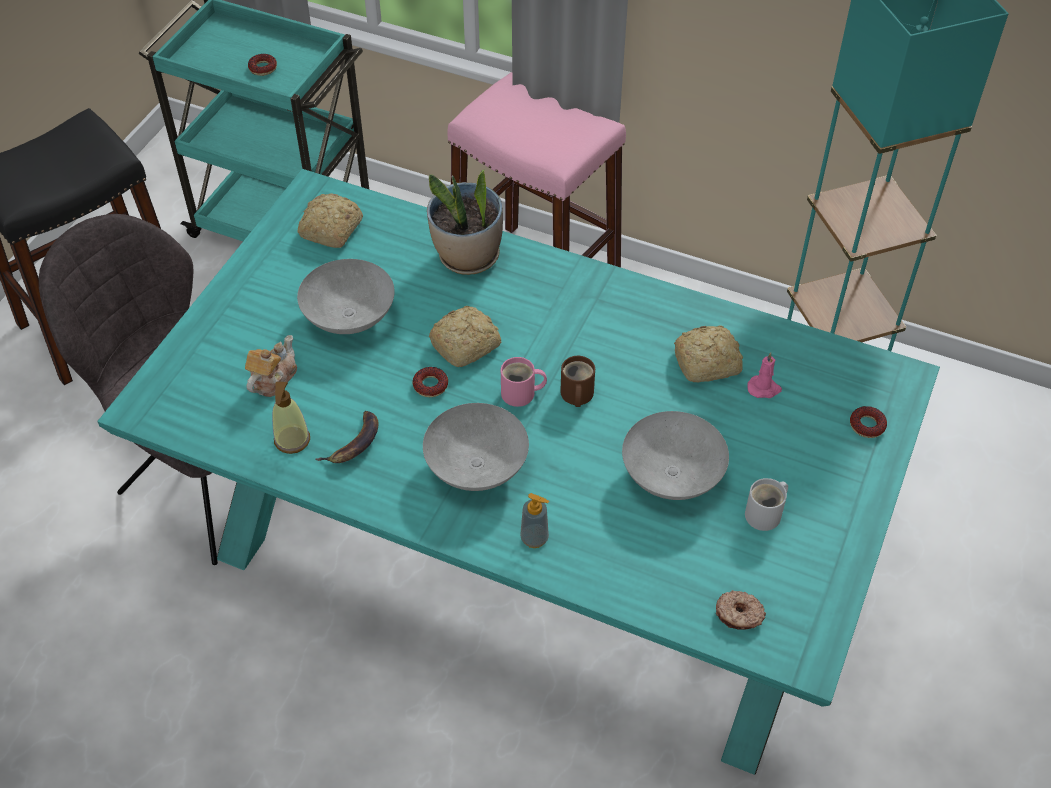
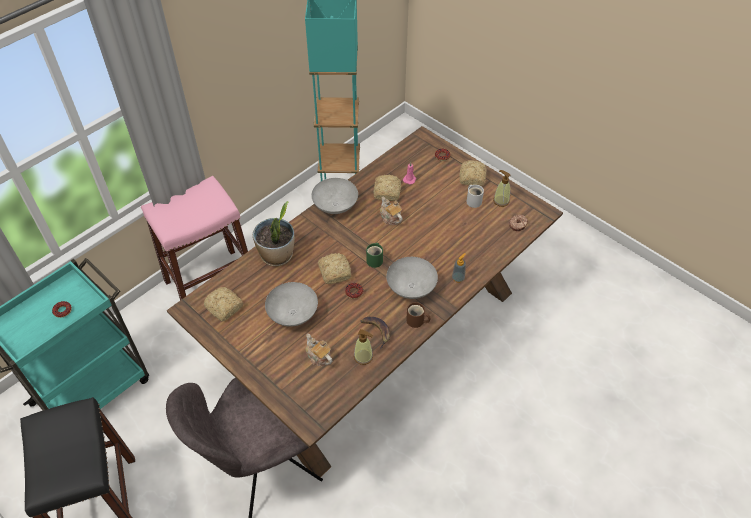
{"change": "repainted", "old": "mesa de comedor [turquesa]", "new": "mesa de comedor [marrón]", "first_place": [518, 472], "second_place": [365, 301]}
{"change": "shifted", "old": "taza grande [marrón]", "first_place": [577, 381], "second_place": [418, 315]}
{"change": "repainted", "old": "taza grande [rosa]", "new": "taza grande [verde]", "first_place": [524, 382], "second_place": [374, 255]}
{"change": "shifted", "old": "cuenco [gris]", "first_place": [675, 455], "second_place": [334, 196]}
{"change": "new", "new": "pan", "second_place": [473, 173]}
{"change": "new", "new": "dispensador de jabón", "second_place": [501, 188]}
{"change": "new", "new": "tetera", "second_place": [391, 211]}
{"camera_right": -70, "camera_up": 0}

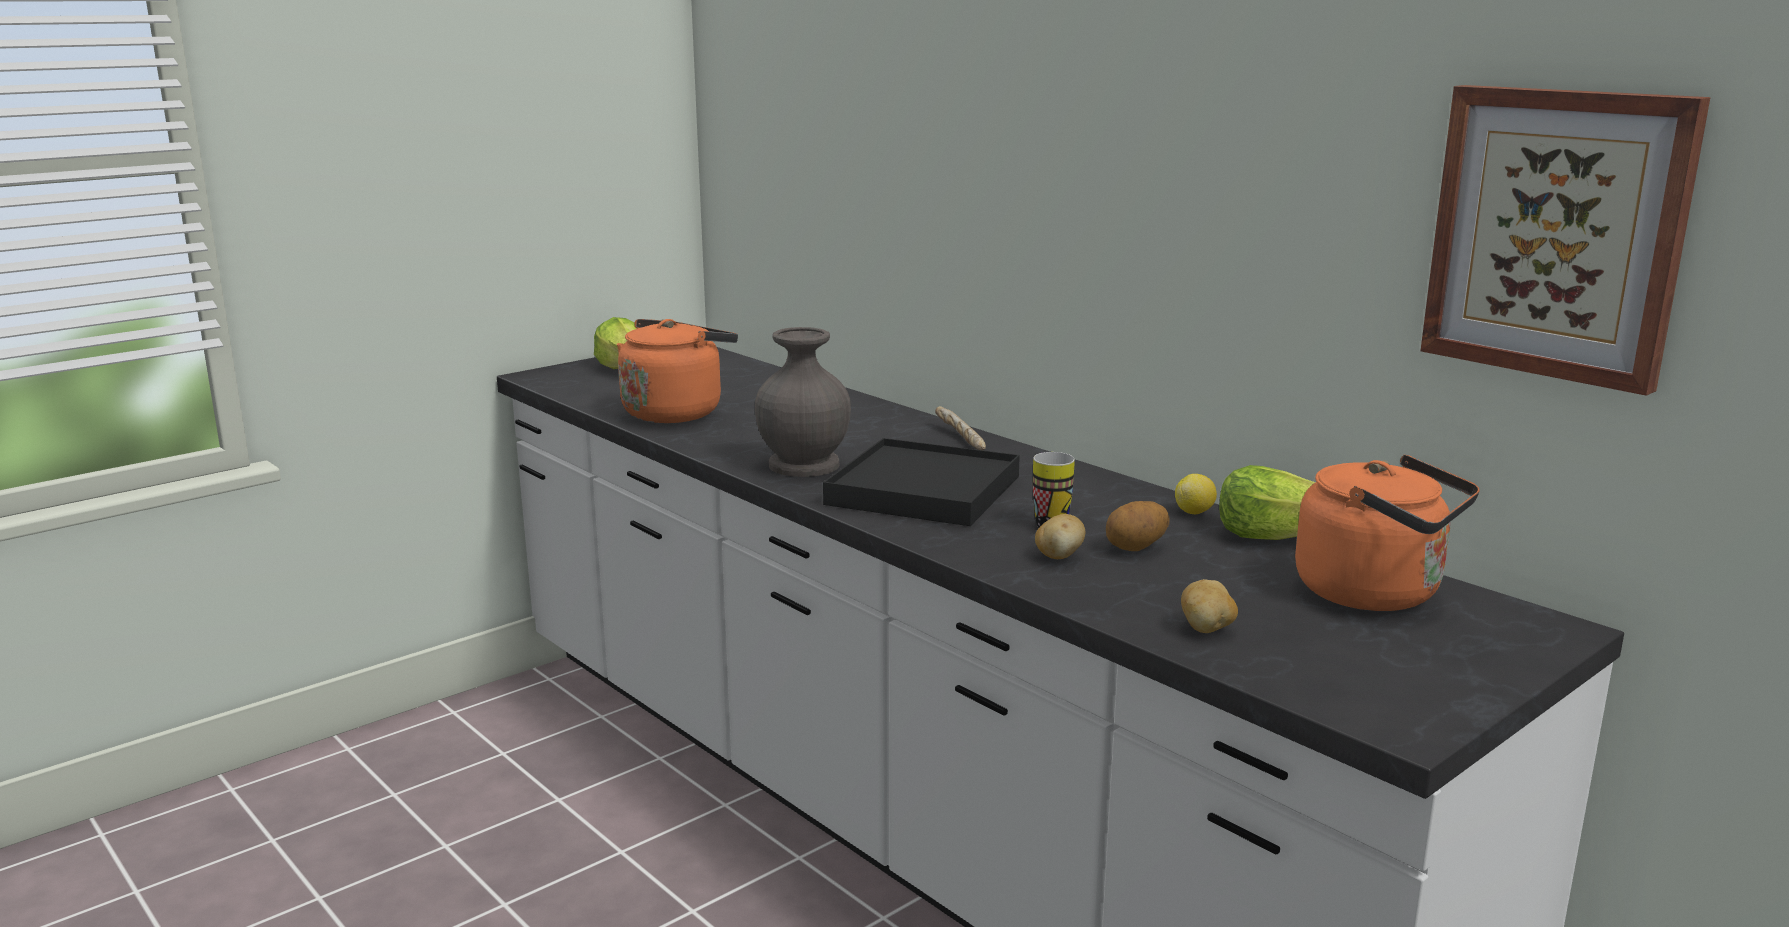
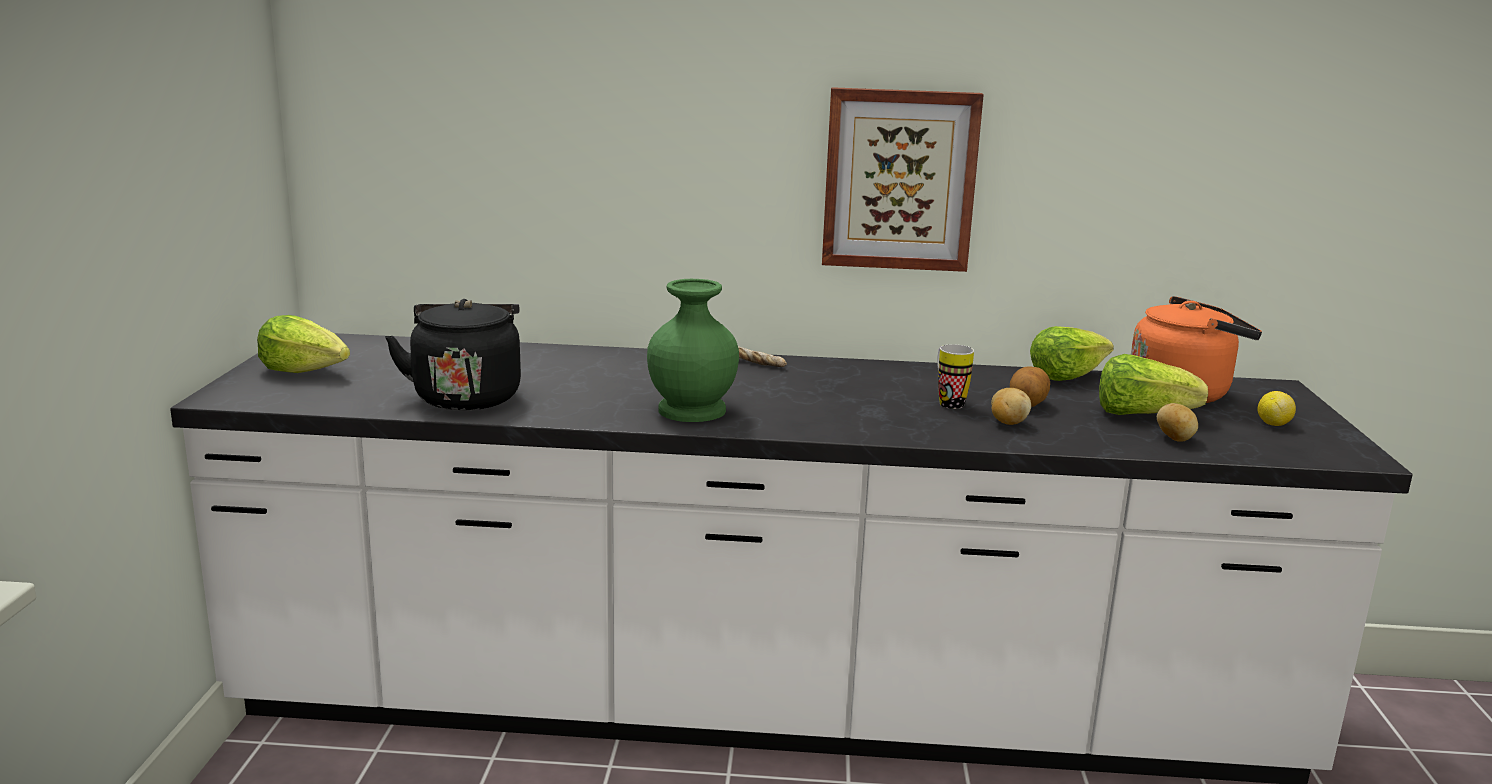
{"change": "shifted", "old": "cuadro", "first_place": [1565, 240], "second_place": [903, 179]}
{"change": "repainted", "old": "hervidor [naranja]", "new": "hervidor [negro]", "first_place": [677, 371], "second_place": [453, 354]}
{"change": "repainted", "old": "florero [gris]", "new": "florero [verde]", "first_place": [803, 402], "second_place": [693, 350]}
{"change": "gone", "old": "bandeja [negro]", "first_place": [921, 482]}
{"change": "shifted", "old": "limón", "first_place": [1196, 494], "second_place": [1276, 408]}
{"change": "new", "new": "lechuga", "second_place": [1153, 384]}
{"camera_right": -45, "camera_up": 0}

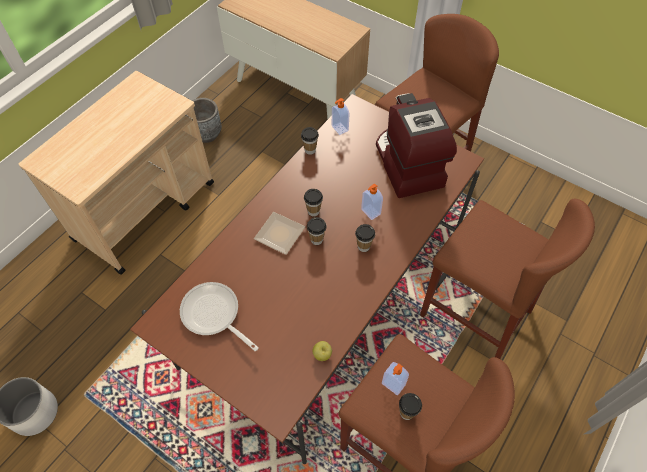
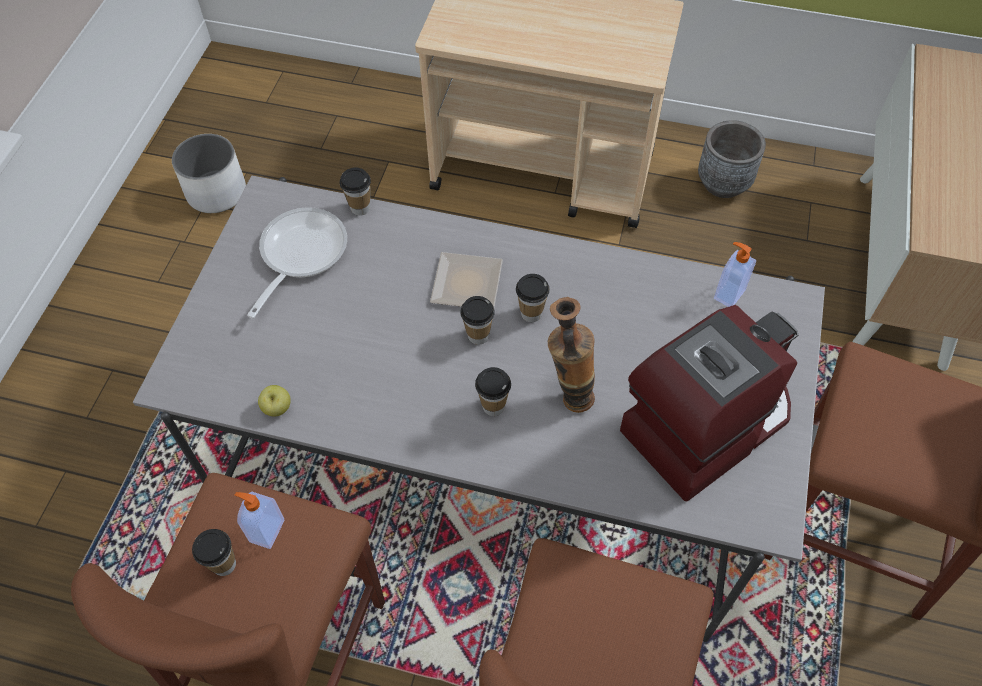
{"change": "repainted", "old": "mesa de comedor [marrón]", "new": "mesa de comedor [gris]", "first_place": [307, 279], "second_place": [479, 408]}
{"change": "shifted", "old": "taza", "first_place": [310, 141], "second_place": [355, 192]}
{"change": "swapped", "old": "dispensador de jabón", "new": "florero", "first_place": [372, 201], "second_place": [571, 355]}
{"camera_right": 70, "camera_up": 0}

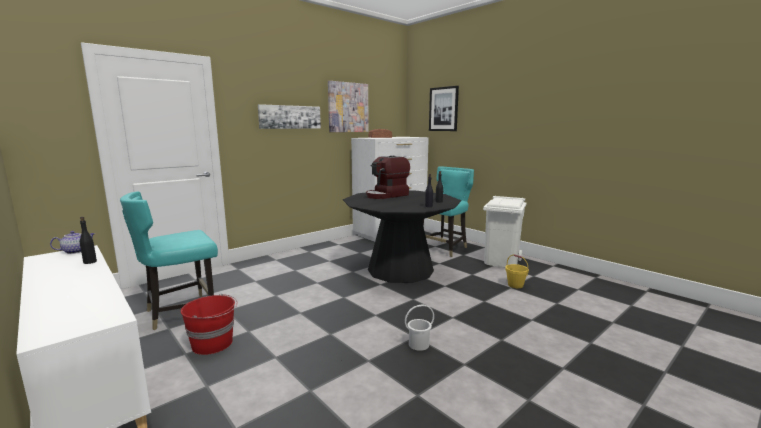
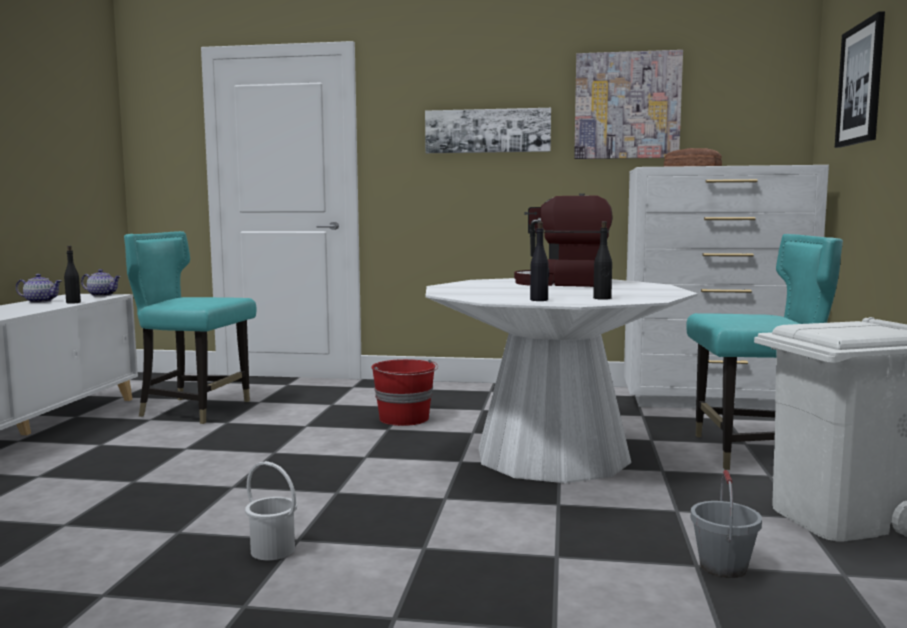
{"change": "repainted", "old": "mesa de comedor [negro]", "new": "mesa de comedor [blanco]", "first_place": [402, 237], "second_place": [562, 380]}
{"change": "repainted", "old": "cubo [amarillo]", "new": "cubo [gris]", "first_place": [517, 271], "second_place": [726, 524]}
{"change": "shifted", "old": "cubo [rojo]", "first_place": [209, 324], "second_place": [404, 392]}
{"change": "new", "new": "tetera", "second_place": [39, 288]}
{"camera_right": 50, "camera_up": -5}

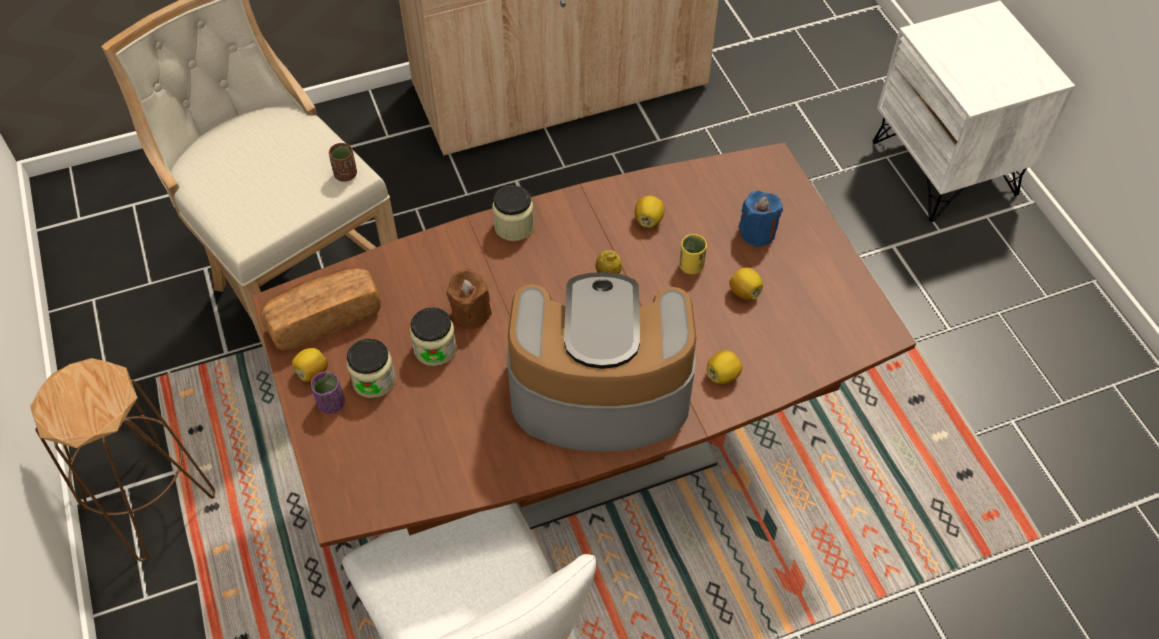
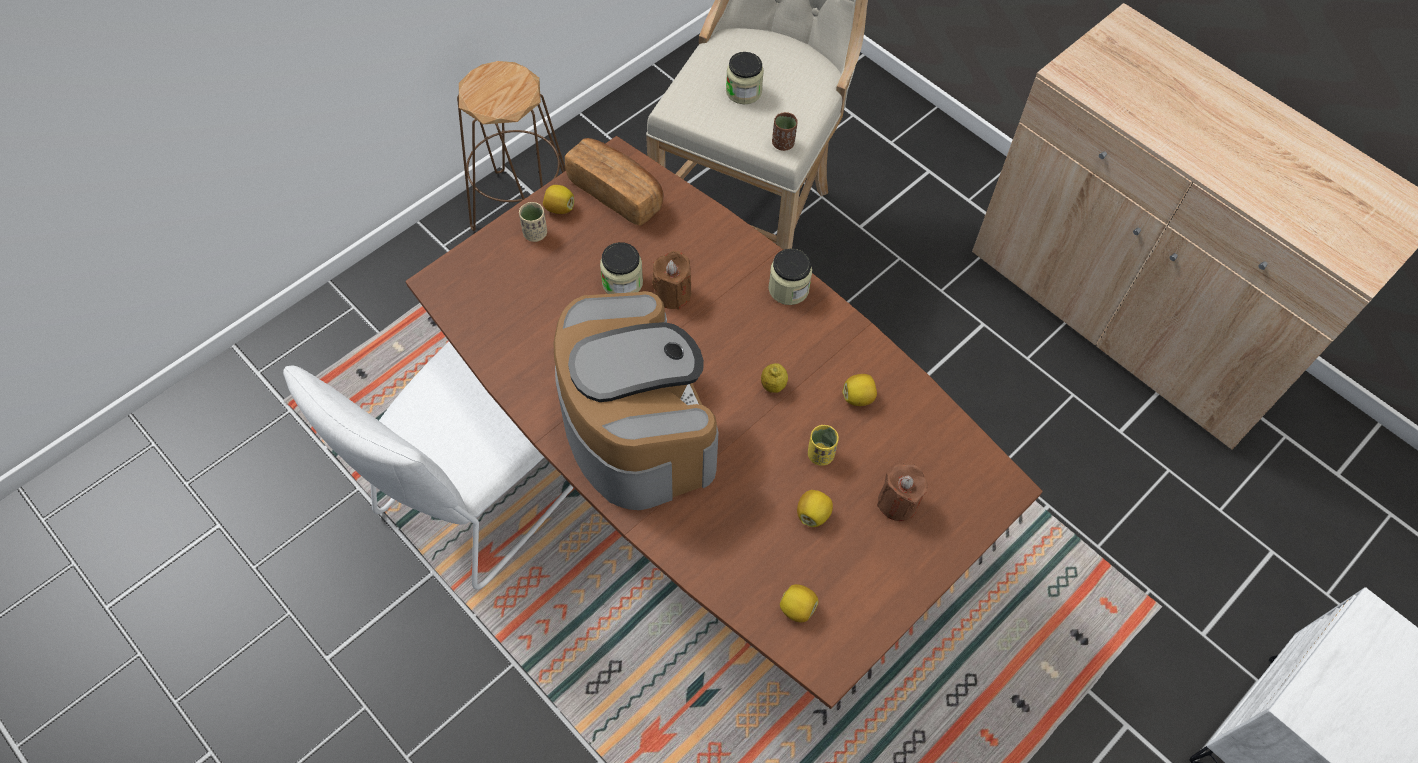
{"change": "repainted", "old": "vela [azul]", "new": "vela [marrón]", "first_place": [760, 219], "second_place": [902, 492]}
{"change": "shifted", "old": "tarro", "first_place": [371, 368], "second_place": [745, 78]}
{"change": "shifted", "old": "limón", "first_place": [724, 367], "second_place": [799, 603]}
{"change": "repainted", "old": "taza [morado]", "new": "taza [beis]", "first_place": [328, 392], "second_place": [533, 222]}
{"camera_right": 65, "camera_up": 5}

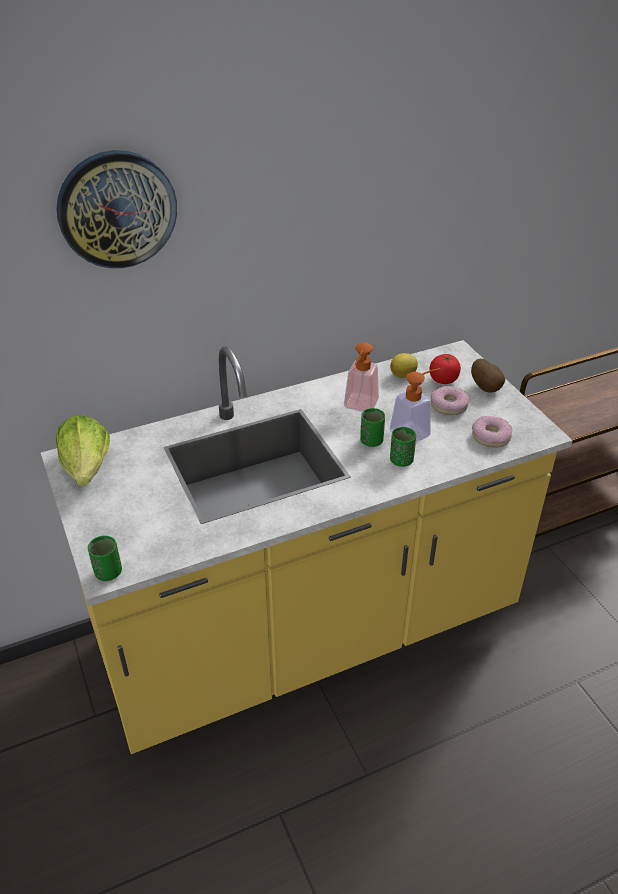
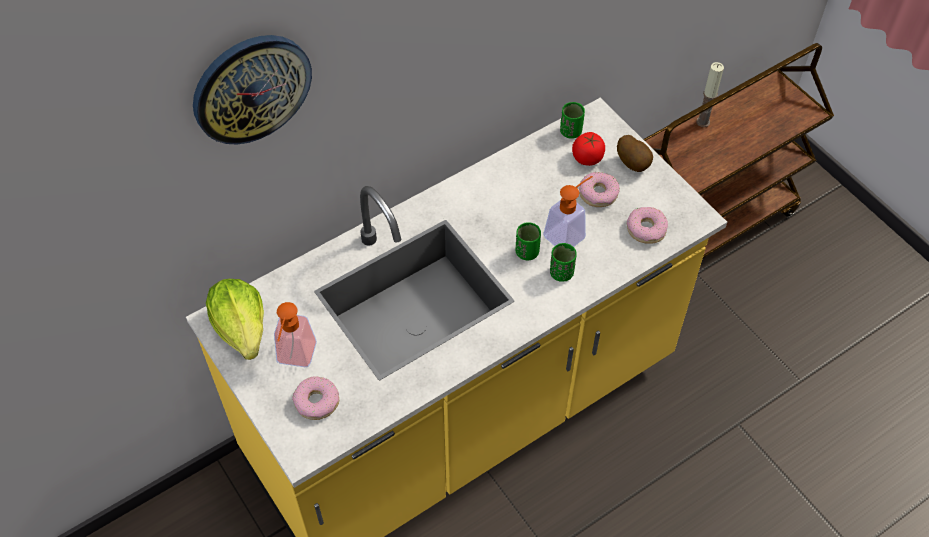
{"change": "shifted", "old": "dispensador de jabón", "first_place": [361, 377], "second_place": [295, 334]}
{"change": "gone", "old": "limón", "first_place": [404, 365]}
{"change": "shifted", "old": "taza [verde]", "first_place": [105, 558], "second_place": [572, 120]}
{"change": "new", "new": "vela", "second_place": [710, 94]}
{"change": "new", "new": "rosquilla", "second_place": [315, 398]}
{"camera_right": -10, "camera_up": 15}

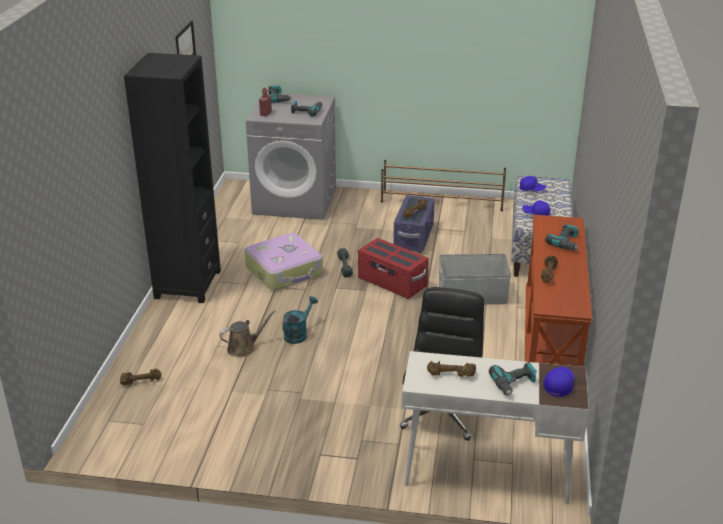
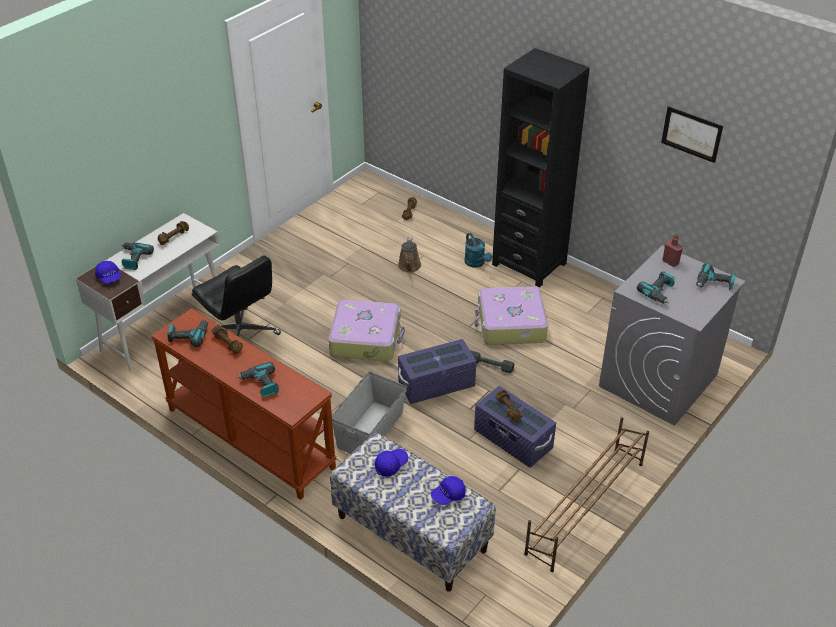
{"change": "repainted", "old": "caja de almacenaje [rojo]", "new": "caja de almacenaje [morado]", "first_place": [393, 268], "second_place": [437, 371]}
{"change": "shifted", "old": "regadera [turquesa]", "first_place": [300, 320], "second_place": [478, 250]}
{"change": "new", "new": "maleta", "second_place": [367, 330]}
{"change": "new", "new": "taladro", "second_place": [187, 333]}
{"camera_right": 120, "camera_up": 10}

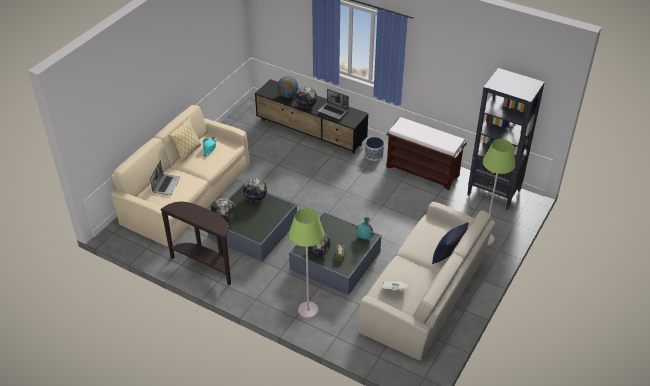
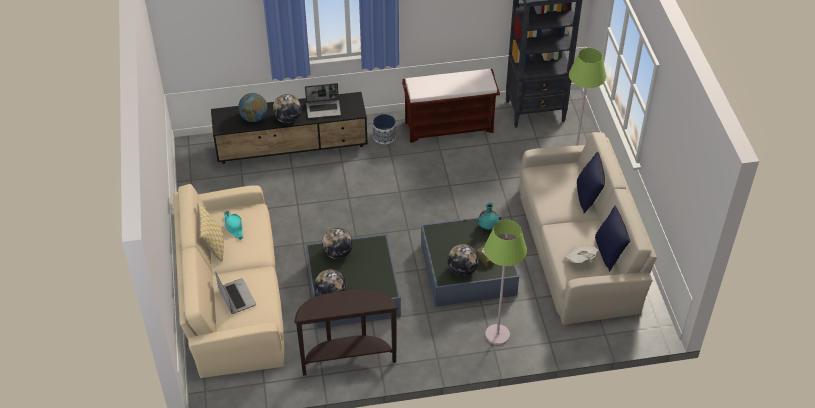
{"change": "new", "new": "cojín [azul]", "second_place": [613, 239]}
{"camera_right": -40, "camera_up": 5}

